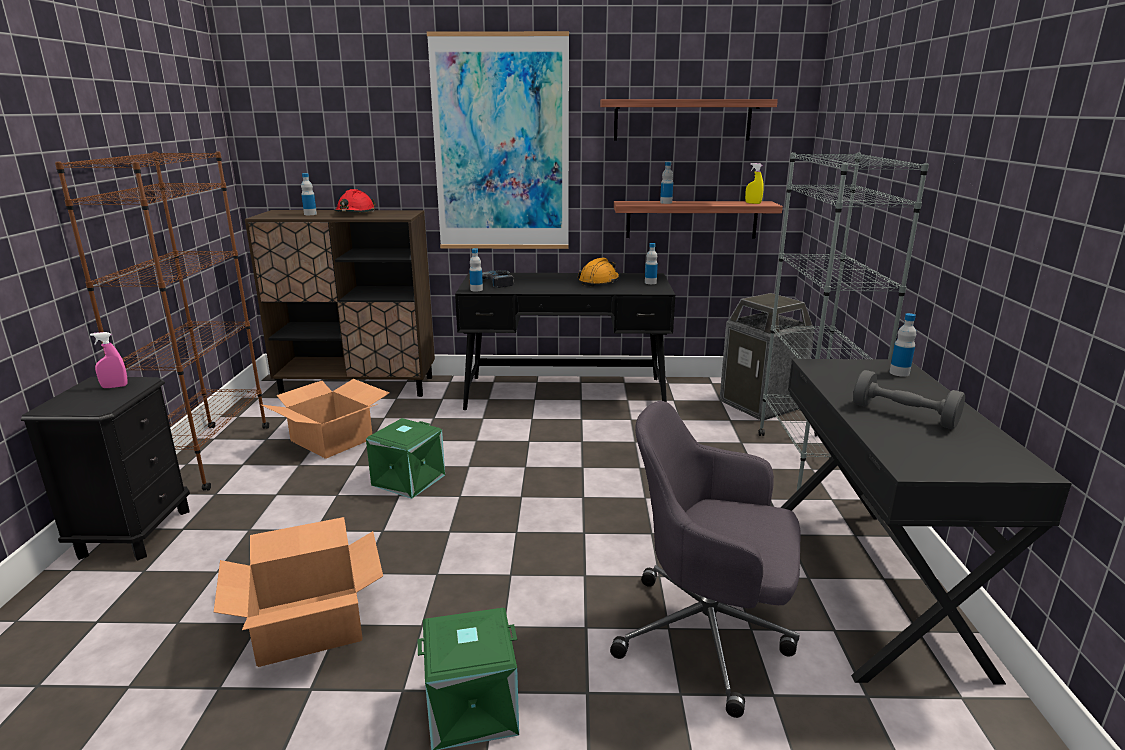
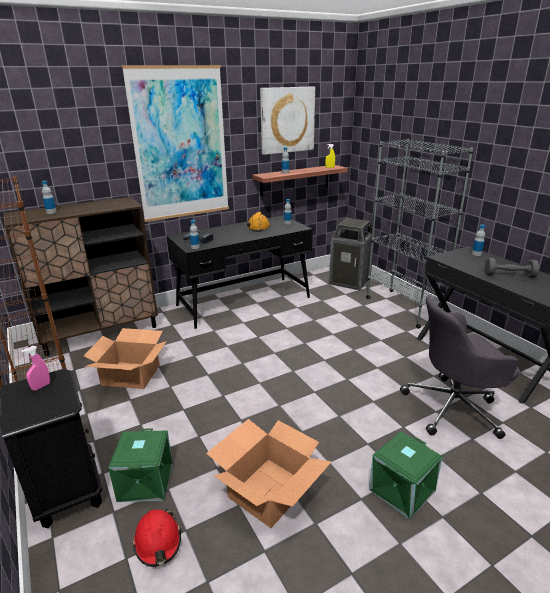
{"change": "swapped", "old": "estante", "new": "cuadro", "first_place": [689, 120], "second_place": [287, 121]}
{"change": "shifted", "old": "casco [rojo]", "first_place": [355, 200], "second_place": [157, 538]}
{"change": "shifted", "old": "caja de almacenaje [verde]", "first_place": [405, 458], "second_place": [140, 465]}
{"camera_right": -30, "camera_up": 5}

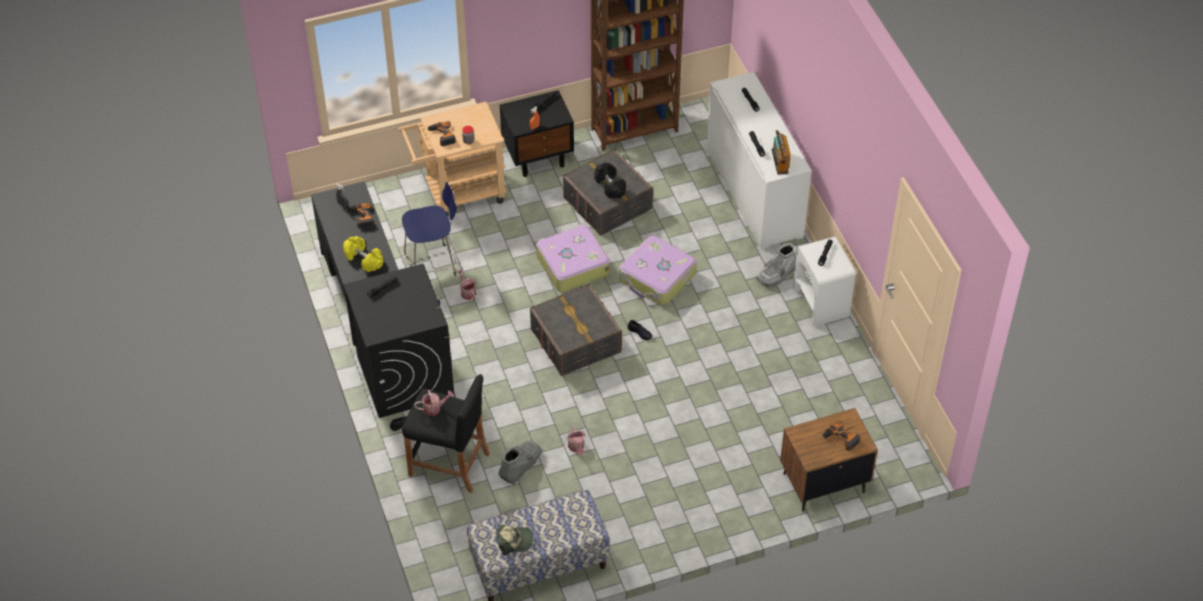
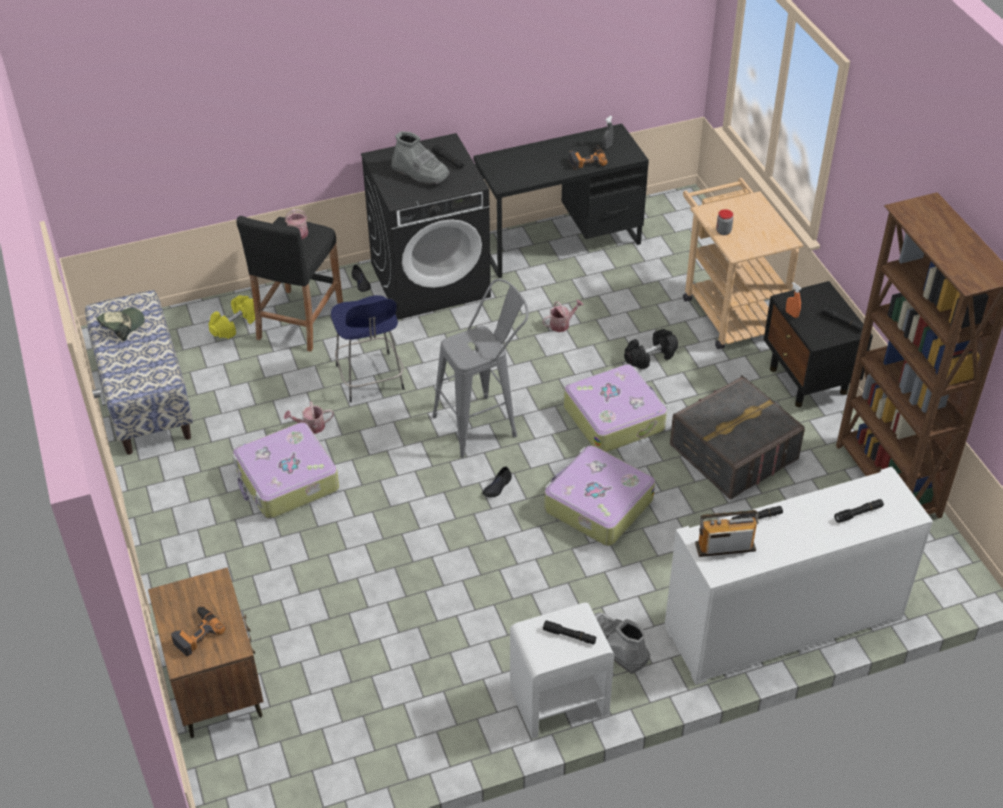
{"change": "gone", "old": "taladro", "first_place": [442, 133]}
{"change": "shifted", "old": "mancuerna [negro]", "first_place": [610, 180], "second_place": [651, 349]}
{"change": "shifted", "old": "taburete [azul]", "first_place": [429, 229], "second_place": [367, 349]}
{"change": "shifted", "old": "mancuerna [amarillo]", "first_place": [363, 254], "second_place": [231, 317]}
{"change": "swapped", "old": "caja de almacenaje [gris]", "new": "taburete [gris]", "first_place": [576, 330], "second_place": [480, 368]}
{"change": "shifted", "old": "bota [gris]", "first_place": [520, 462], "second_place": [421, 157]}
{"change": "rotated", "old": "gorra", "first_place": [515, 540], "second_place": [120, 324], "degrees": -135}
{"change": "new", "new": "maleta", "second_place": [286, 470]}
{"camera_right": 90, "camera_up": -5}

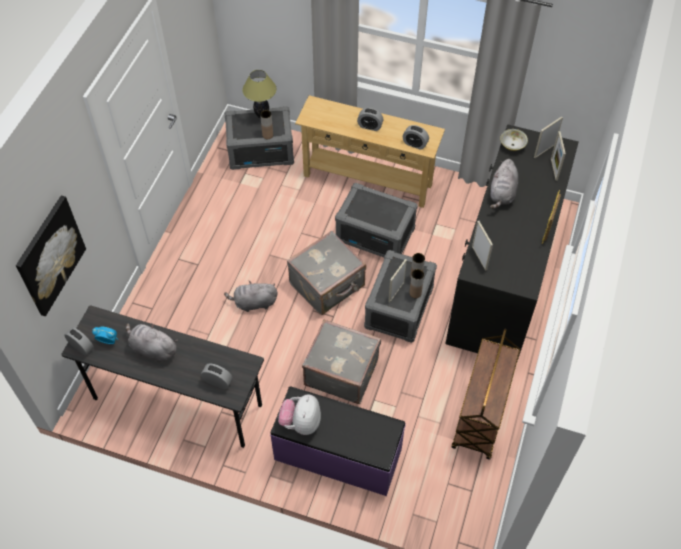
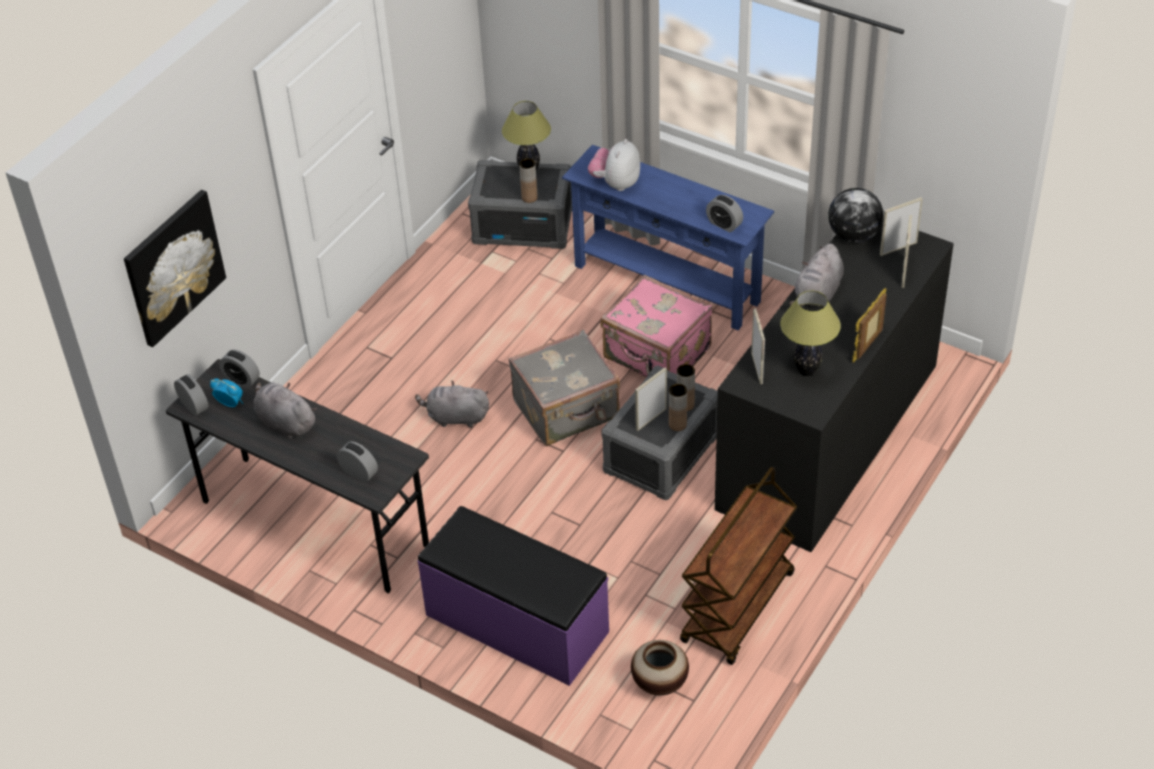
{"change": "repainted", "old": "mesa consola [beis]", "new": "mesa consola [azul]", "first_place": [370, 151], "second_place": [668, 237]}
{"change": "shifted", "old": "despertador", "first_place": [370, 119], "second_place": [239, 369]}
{"change": "swapped", "old": "cuenco", "new": "globo terráqueo", "first_place": [514, 140], "second_place": [855, 215]}
{"change": "swapped", "old": "caja de almacenaje [gris]", "new": "maleta [rosa]", "first_place": [376, 220], "second_place": [657, 326]}
{"change": "gone", "old": "maleta [gris]", "first_place": [341, 361]}
{"change": "shifted", "old": "peluche", "first_place": [299, 414], "second_place": [614, 165]}
{"change": "new", "new": "lámpara de mesa", "second_place": [810, 333]}
{"change": "new", "new": "florero", "second_place": [660, 667]}
{"camera_right": 15, "camera_up": -10}

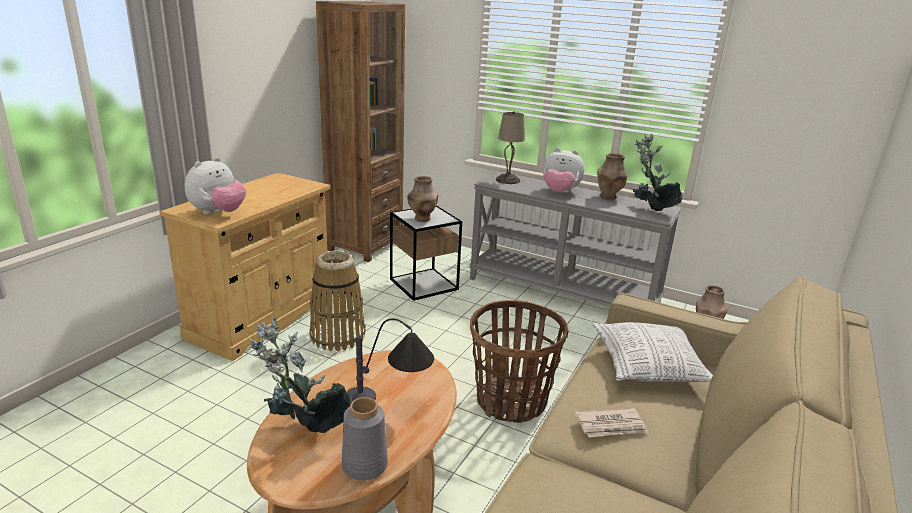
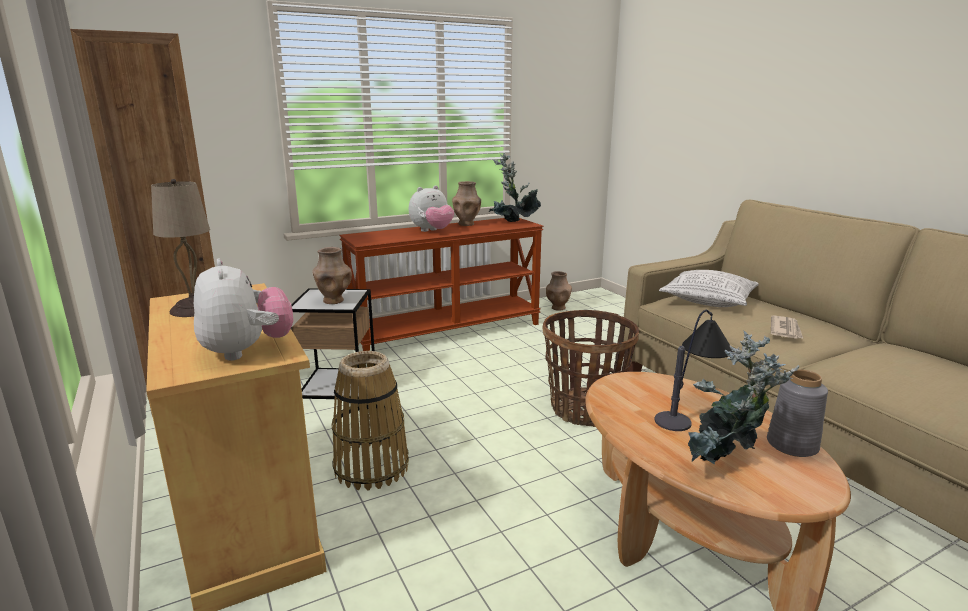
{"change": "shifted", "old": "lámpara de mesa [beis]", "first_place": [510, 147], "second_place": [180, 248]}
{"change": "repainted", "old": "mesa consola [gris]", "new": "mesa consola [marrón]", "first_place": [575, 239], "second_place": [441, 284]}
{"camera_right": -55, "camera_up": -5}

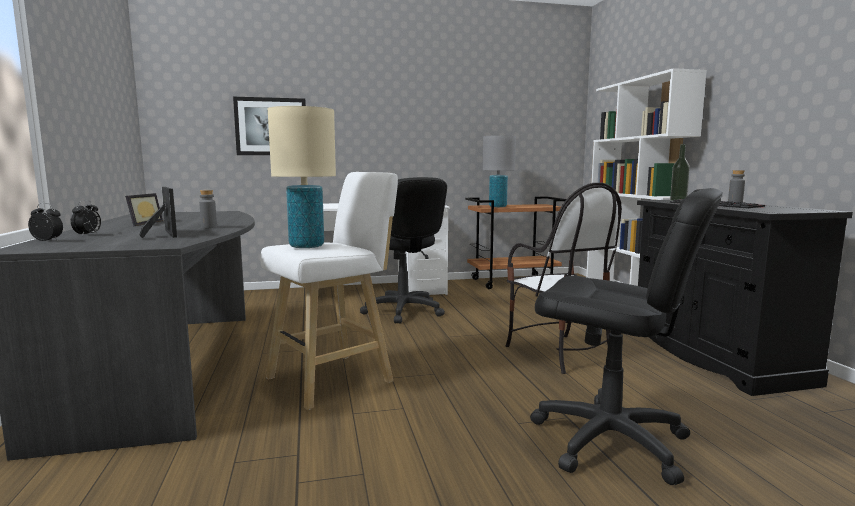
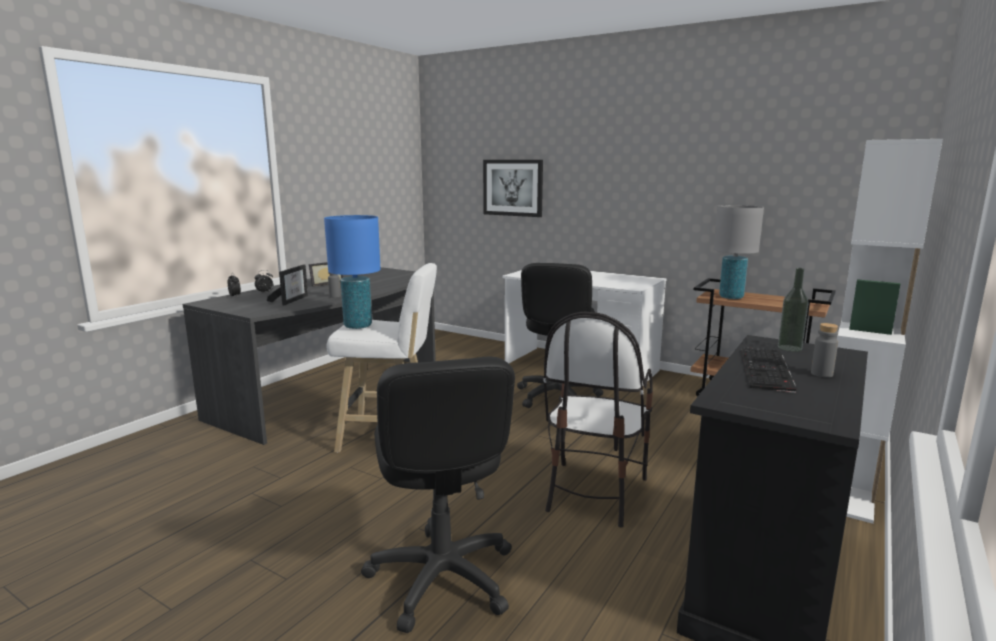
{"change": "repainted", "old": "lámpara de mesa [beis]", "new": "lámpara de mesa [azul]", "first_place": [302, 177], "second_place": [352, 272]}
{"camera_right": 45, "camera_up": 5}

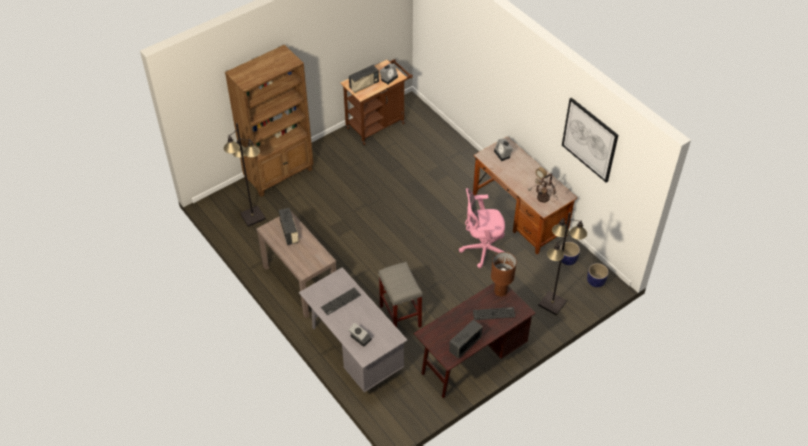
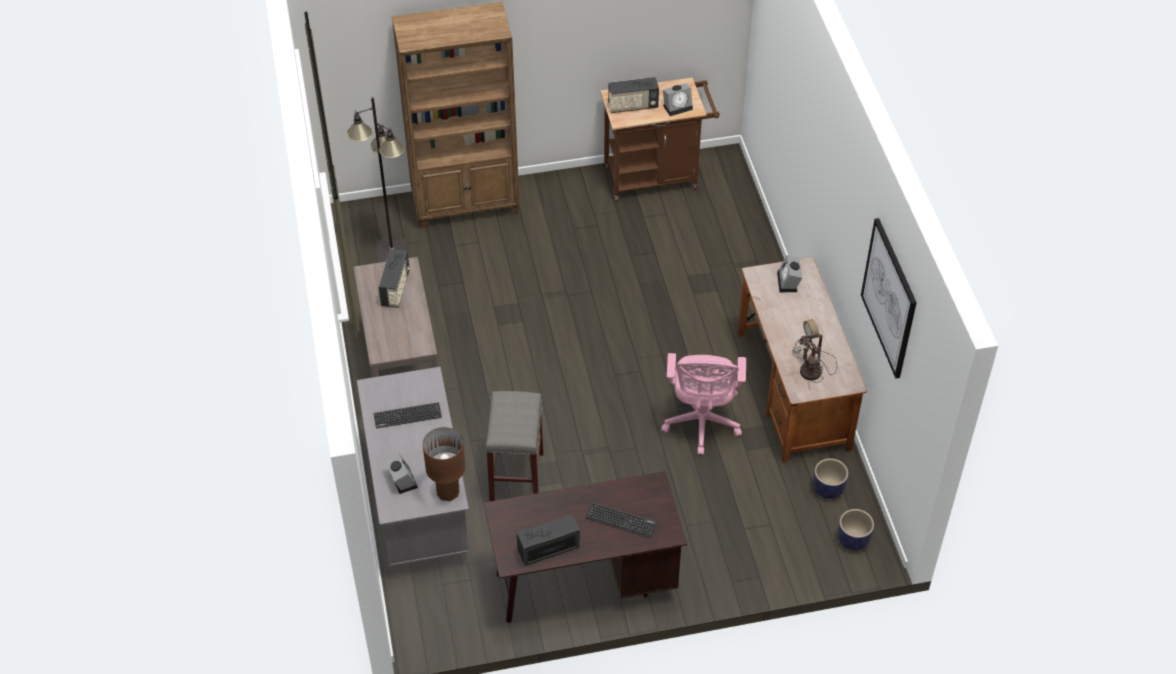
{"change": "rotated", "old": "silla de oficina [rosa]", "first_place": [482, 228], "second_place": [703, 404], "degrees": -105}
{"change": "gone", "old": "lámpara de pie [negro]", "first_place": [562, 263]}
{"change": "shifted", "old": "lámpara de mesa [marrón]", "first_place": [504, 274], "second_place": [444, 464]}
{"camera_right": 25, "camera_up": 0}

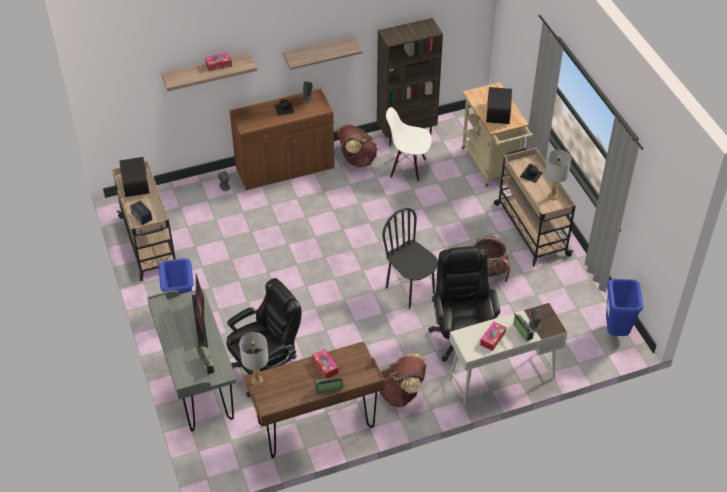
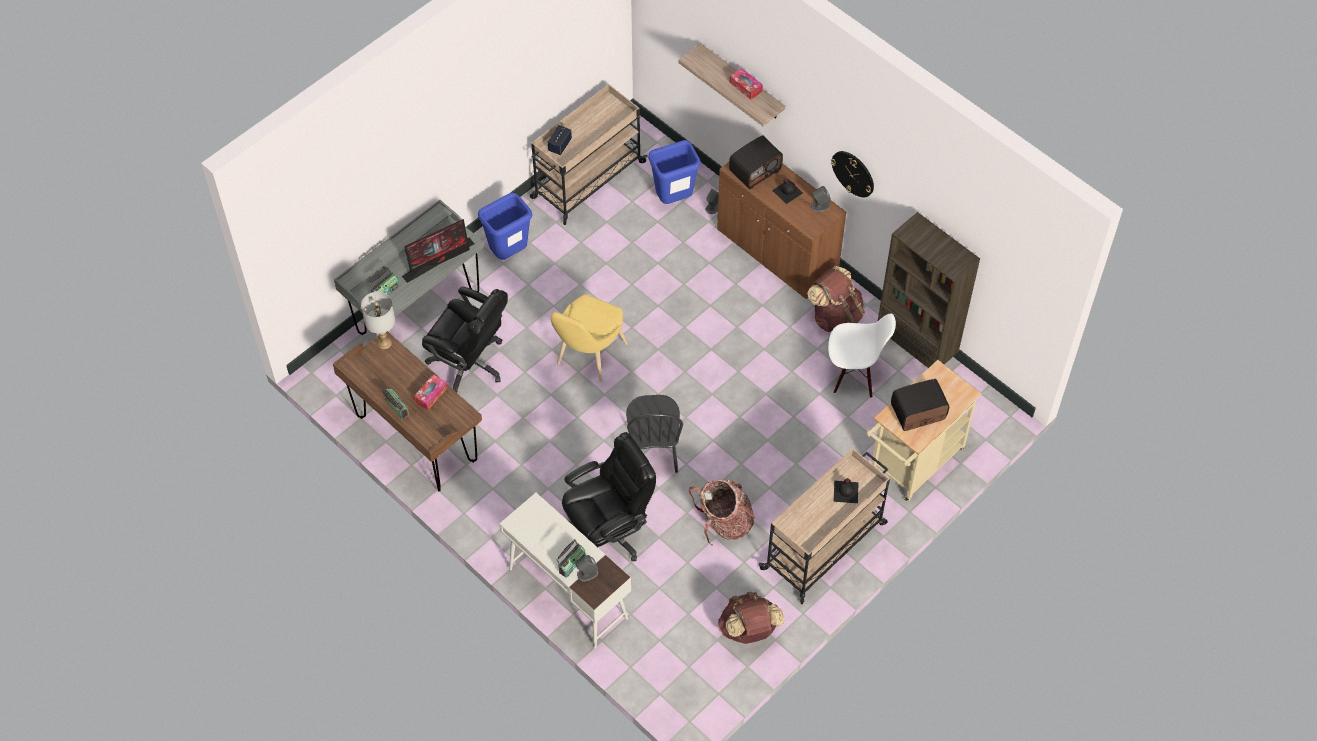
{"change": "swapped", "old": "estante", "new": "reloj de pared", "first_place": [323, 53], "second_place": [852, 174]}
{"change": "rotated", "old": "silla [blanco]", "first_place": [409, 144], "second_place": [862, 355], "degrees": 105}
{"change": "gone", "old": "lámpara de mesa [gris]", "first_place": [558, 175]}
{"change": "shifted", "old": "radio", "first_place": [134, 177], "second_place": [756, 162]}
{"change": "rotated", "old": "silla [negro]", "first_place": [410, 258], "second_place": [654, 434], "degrees": 150}
{"change": "shifted", "old": "papelera [azul]", "first_place": [624, 307], "second_place": [674, 172]}
{"change": "gone", "old": "caja de pañuelos", "first_place": [493, 336]}
{"change": "shifted", "old": "mochila [marrón]", "first_place": [403, 380], "second_place": [751, 618]}
{"change": "new", "new": "silla [amarillo]", "second_place": [589, 338]}
{"camera_right": 65, "camera_up": 10}

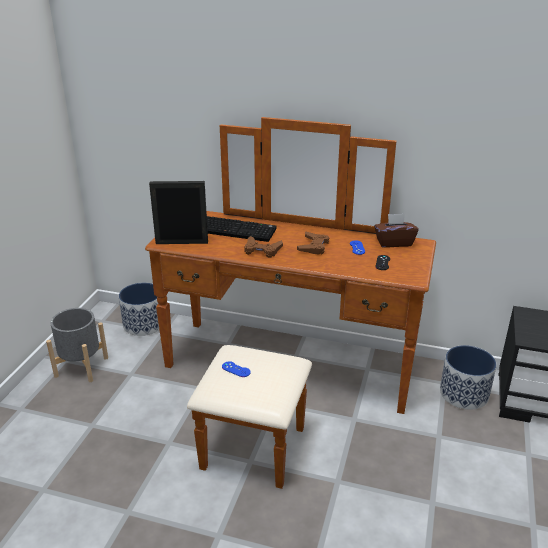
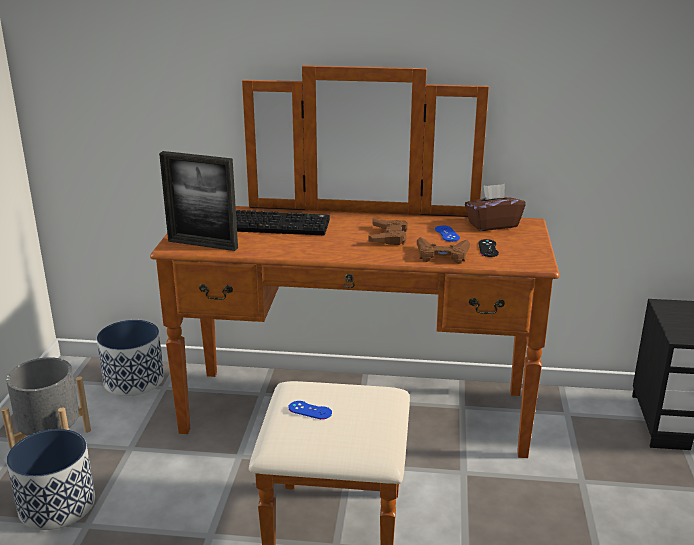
{"change": "rotated", "old": "portarretratos", "first_place": [178, 212], "second_place": [198, 201], "degrees": -150}
{"change": "shifted", "old": "mando de consola [marrón]", "first_place": [263, 247], "second_place": [443, 250]}
{"change": "shifted", "old": "maceta", "first_place": [468, 377], "second_place": [50, 479]}
{"camera_right": -10, "camera_up": -5}

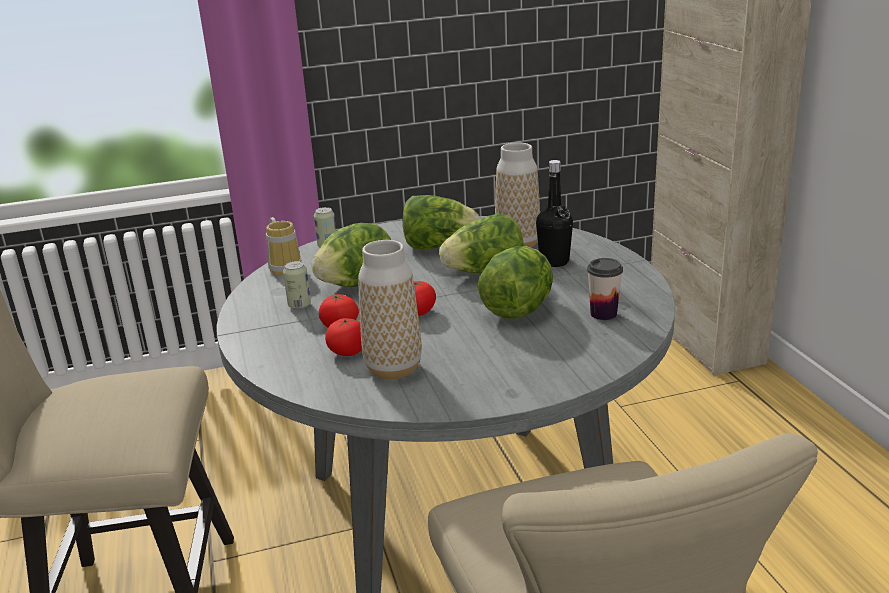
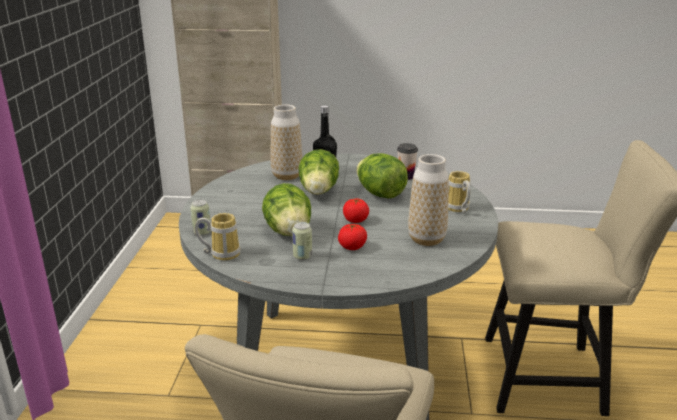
{"change": "gone", "old": "lechuga", "first_place": [441, 222]}
{"change": "gone", "old": "tomate", "first_place": [343, 337]}
{"change": "new", "new": "taza grande", "second_place": [459, 192]}
{"camera_right": -70, "camera_up": 0}

